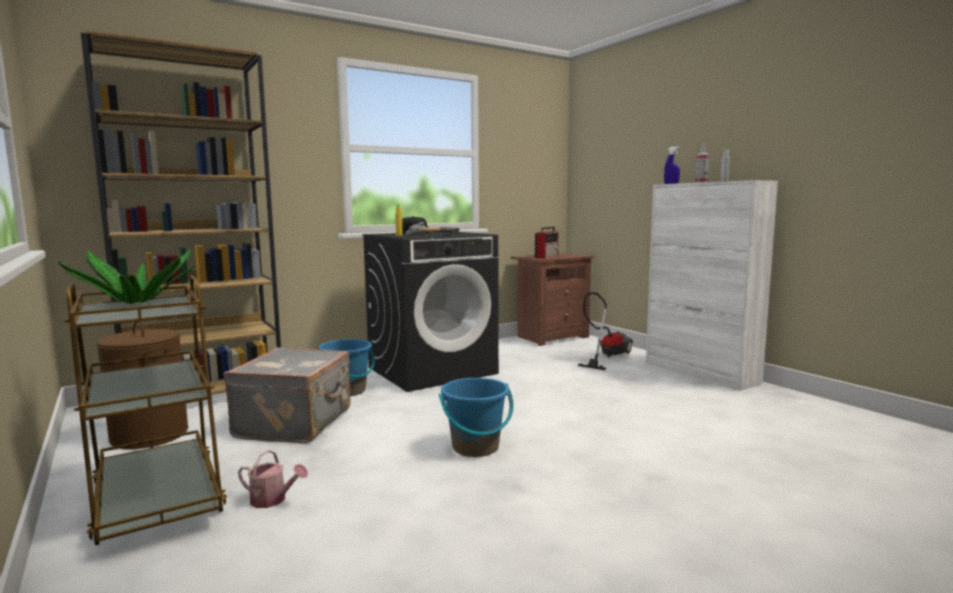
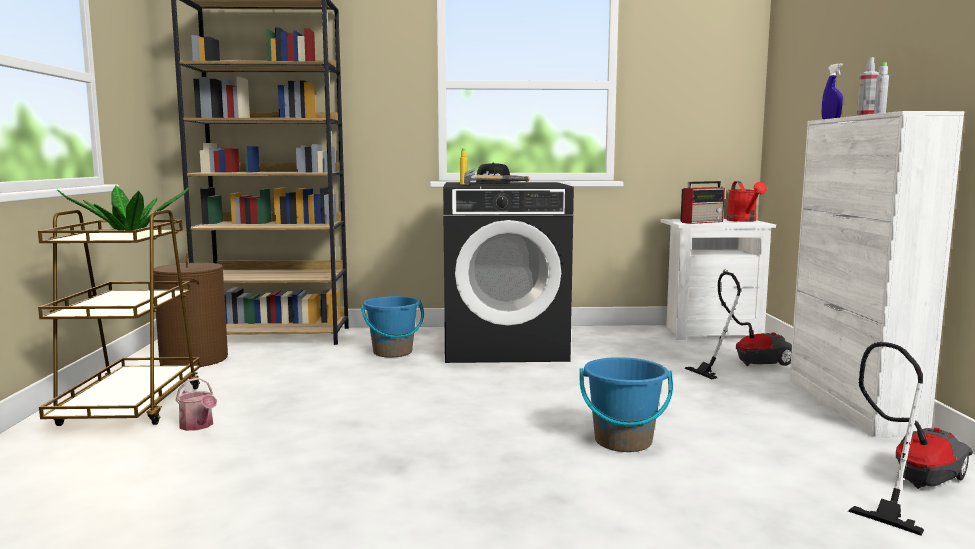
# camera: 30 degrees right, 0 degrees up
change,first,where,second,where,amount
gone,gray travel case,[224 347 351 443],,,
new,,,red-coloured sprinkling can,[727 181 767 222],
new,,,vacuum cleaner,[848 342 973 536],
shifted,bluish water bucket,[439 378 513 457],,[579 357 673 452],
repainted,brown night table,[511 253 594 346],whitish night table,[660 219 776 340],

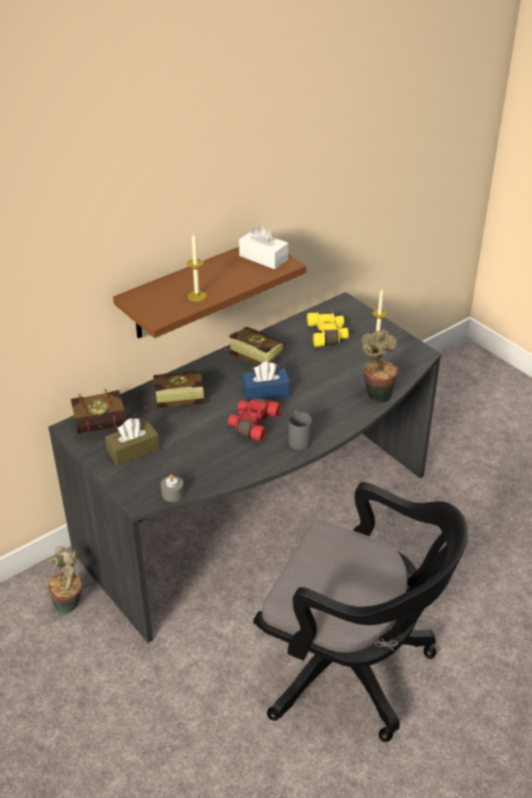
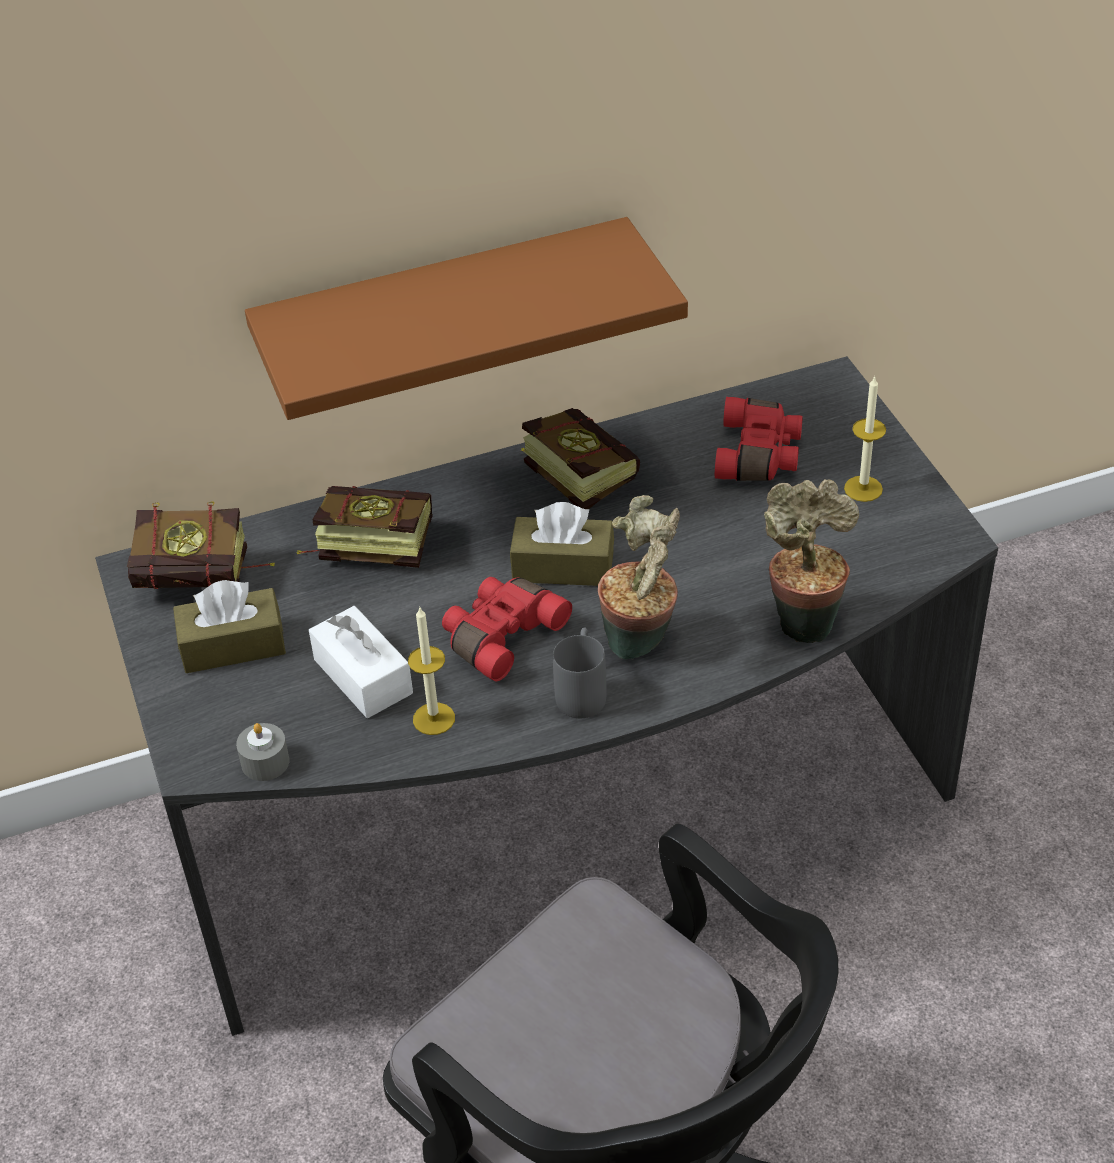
# camera: 20 degrees right, 5 degrees up
change,first,where,second,where,amount
shifted,plant in a pot,[47 546 82 614],,[598 495 680 659],
shifted,wax candle,[187 234 207 302],,[408 608 455 735],
shifted,whitish tissue holder,[239 225 288 269],,[309 606 413 718],
repainted,bluish tissue holder,[242 361 290 402],brown tissue holder,[510 502 614 586],
repainted,yellowish field glasses,[307 312 349 347],red-coloured field glasses,[715 397 803 481],

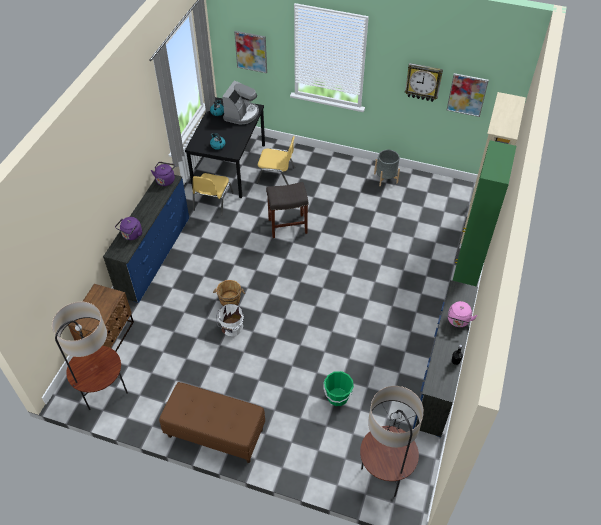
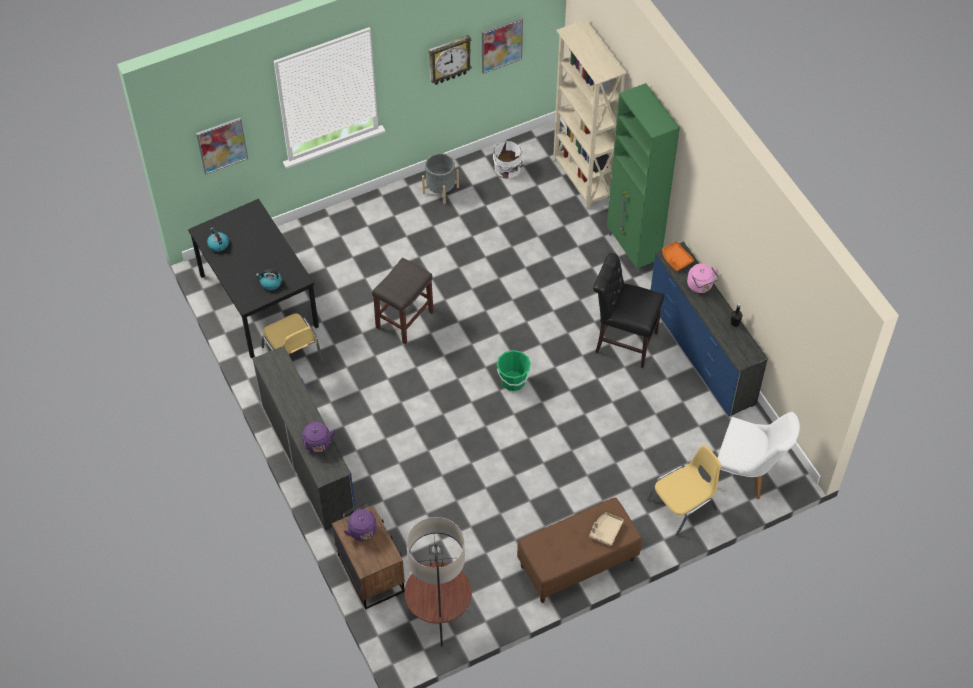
# camera: 45 degrees left, 5 degrees up
change,first,where,second,where,amount
gone,brown water bucket,[213 280 245 306],,,
gone,coffee machine,[222 80 259 124],,,
new,,,beige-coloured serving tray,[589 512 624 546],
new,,,black plain chair,[593 253 664 368],
new,,,orange-coloured serving tray,[662 241 694 271],
shifted,purplish water kettle,[151 162 176 186],,[343 503 377 541],
shifted,whitish water bucket,[216 304 244 336],,[493 141 524 178],
shifted,yellowish plain chair,[257 136 295 185],,[647 445 721 536],
shifted,green water bucket,[323 371 354 406],,[497 350 532 391],
swapped,standard lamp,[360 386 424 497],whitish plain chair,[718 412 800 499],

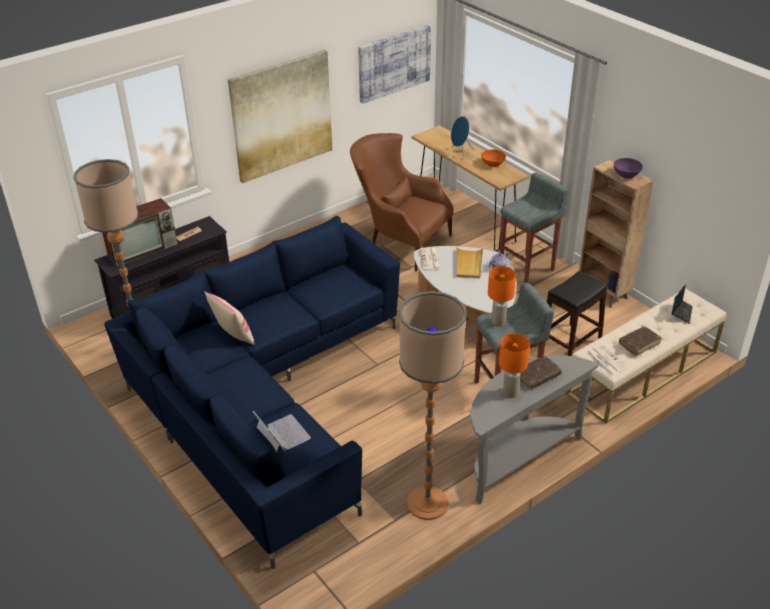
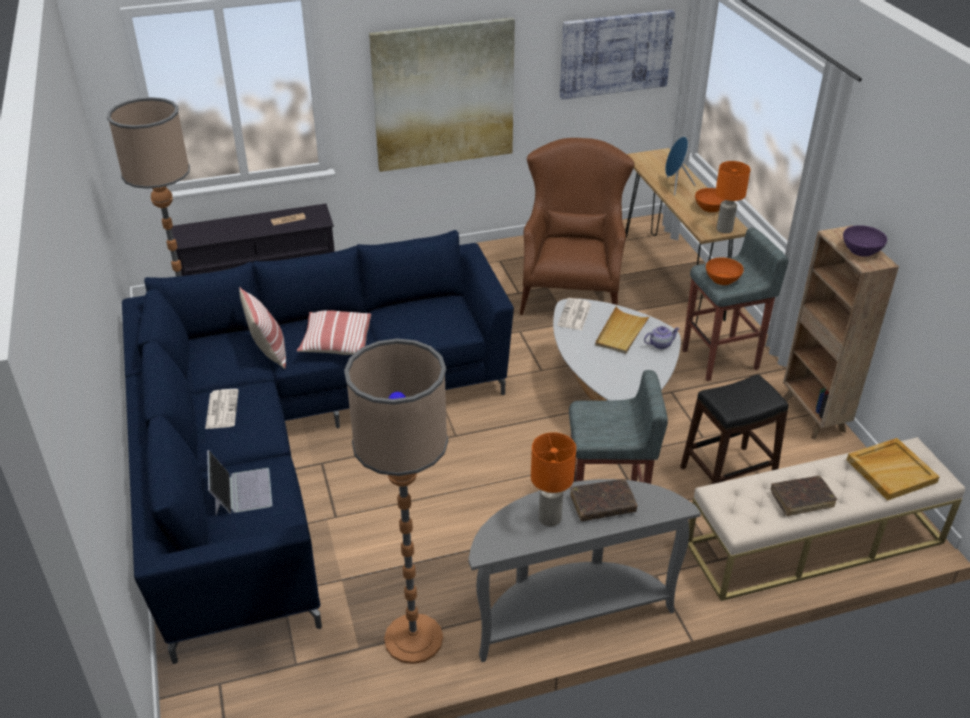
# camera: 20 degrees right, 0 degrees up
change,first,where,second,where,amount
gone,television,[102 198 177 266],,,
new,,,throw pillow,[297 310 371 355],
new,,,orange-coloured serving bowl,[706 257 744 285],
shifted,orange-coloured lamp for a table,[488 266 516 326],,[715 161 751 233],
shifted,printed paper,[586 345 628 376],,[205 389 239 429],
swapped,laptop,[672 284 693 323],beige-coloured serving tray,[847 438 939 501],
rotated,brown lounge chair,[350 133 453 271],,[520 138 635 315],45 degrees clockwise

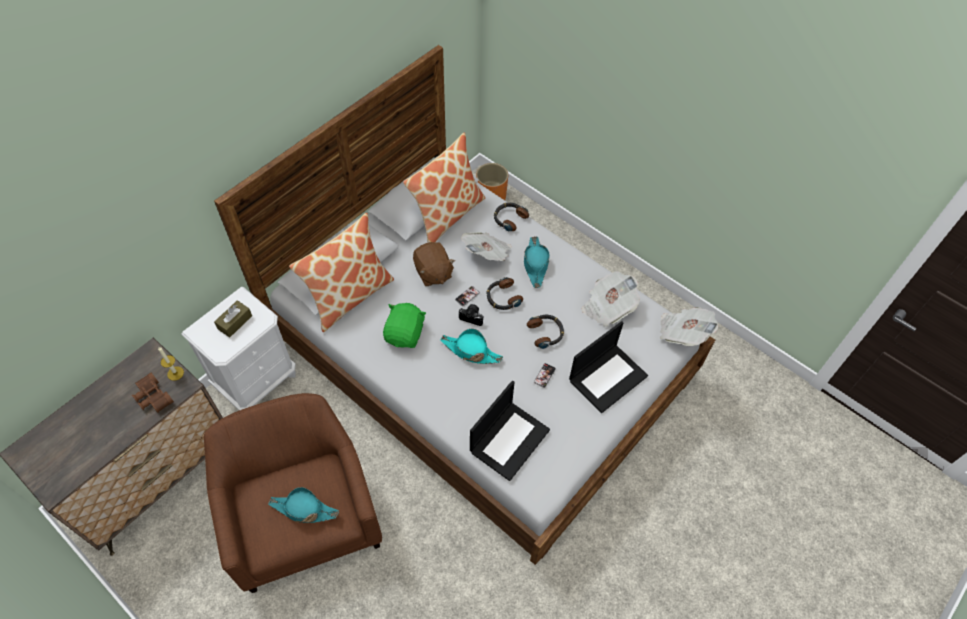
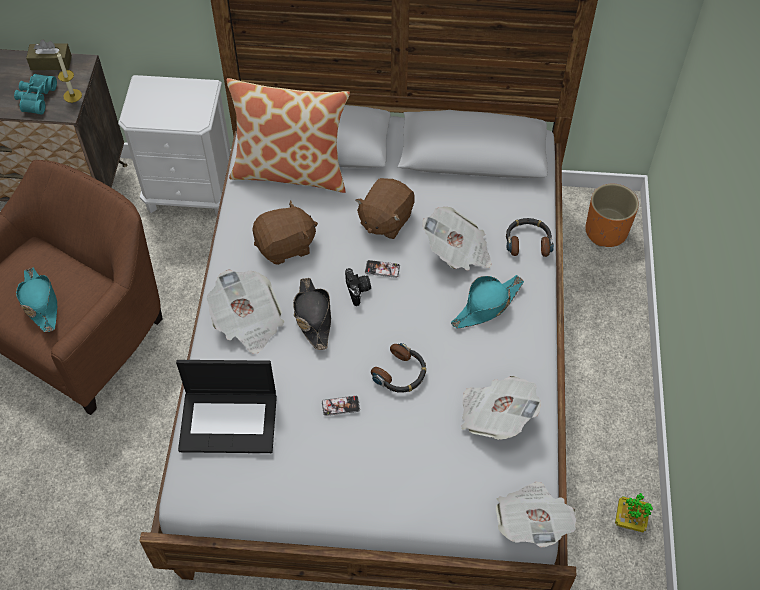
# camera: 55 degrees right, 0 degrees up
change,first,where,second,where,amount
gone,throw pillow,[403 132 485 243],,,
gone,pair of headphones,[487 277 523 310],,,
gone,laptop,[569 321 648 413],,,
new,,,printed paper,[207 269 284 354],
new,,,plant in a pot,[615 493 653 532],
shifted,brown tissue holder,[214 300 252 337],,[26 39 72 70],
repainted,brown field glasses,[132 373 174 413],turquoise-coloured field glasses,[14 74 57 115],
repainted,green plush toy,[383 303 426 348],brown plush toy,[252 200 318 265],
repainted,turquoise-coloured wearable hat,[440 329 503 364],black wearable hat,[293 278 331 350],

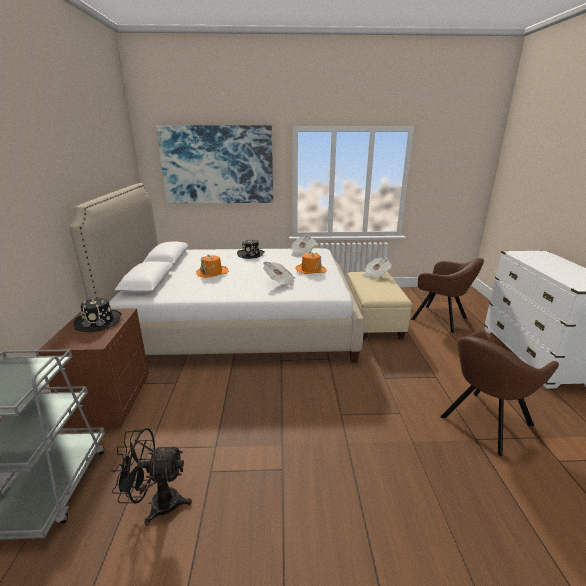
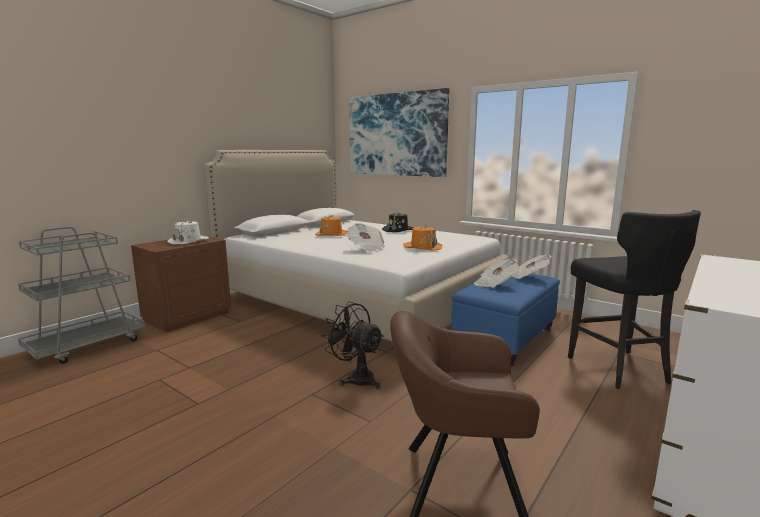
# camera: 40 degrees right, 10 degrees down
change,first,where,second,where,amount
shifted,black electric fan,[111 428 192 526],,[321 302 384 389],
shifted,printed paper,[291 235 316 257],,[474 259 520 288],
swapped,brown lounge chair,[411 258 484 333],black stool seat,[568 210 701 389],
repainted,black wearable hat,[73 298 122 332],whitish wearable hat,[167 219 209 244],
repainted,beige-coloured footrest,[347 272 412 340],bluish footrest,[451 274 560 366],

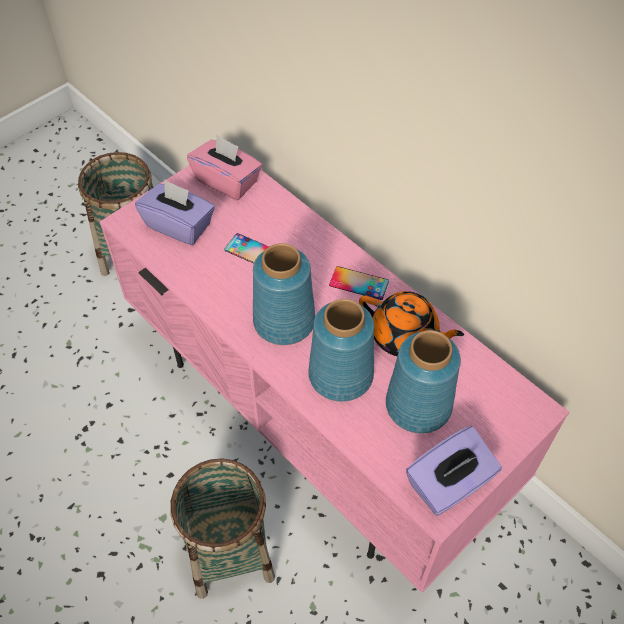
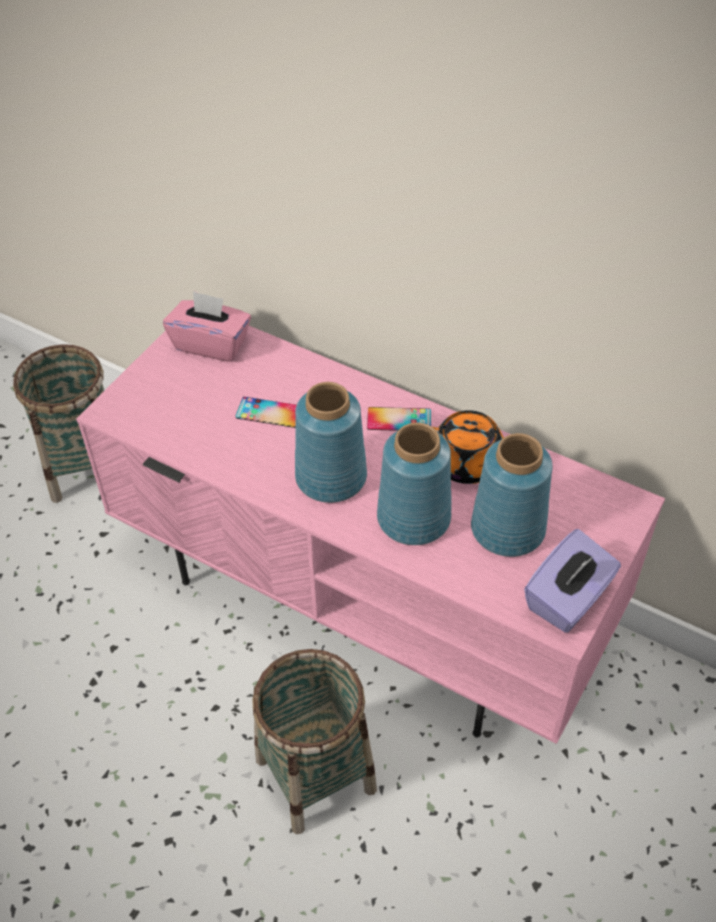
# camera: 15 degrees left, 5 degrees down
change,first,where,second,where,amount
gone,purplish tissue holder,[135 179 215 245],,,

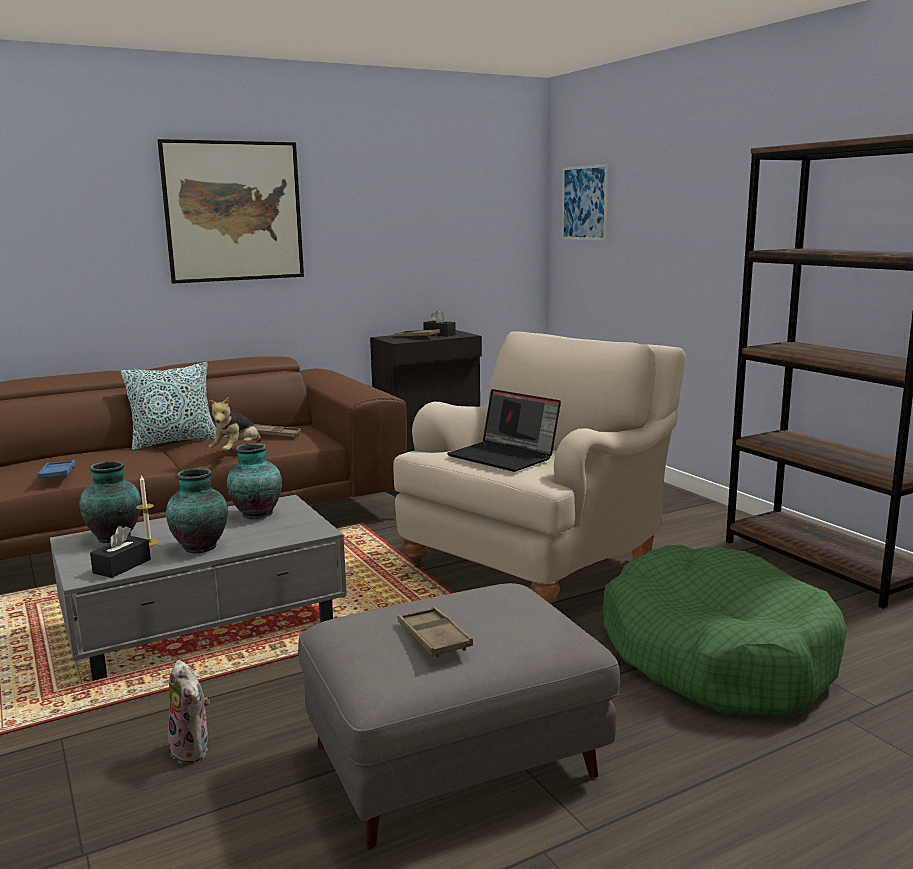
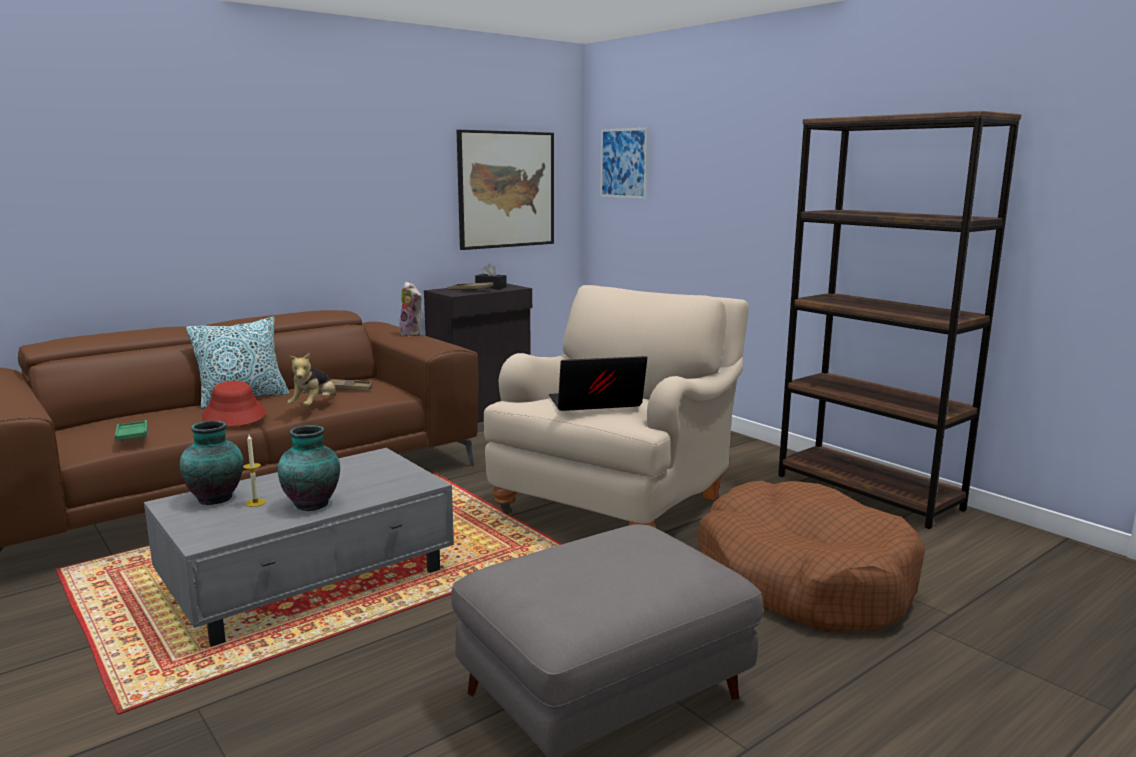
# camera: 10 degrees left, 0 degrees up
change,first,where,second,where,amount
gone,black tissue holder,[90 526 151 578],,,
gone,decorative vase,[227 443 282 519],,,
gone,brown serving tray,[398 607 473 657],,,
new,,,red-coloured wearable hat,[202 381 266 426],
shifted,picture,[158 139 304 284],,[457 130 554 250],
shifted,plush toy,[168 660 210 763],,[399 282 422 336],
repainted,bluish serving tray,[37 460 76 480],green serving tray,[115 420 148 442],
repainted,green dog bed,[603 545 847 716],brown dog bed,[698 481 925 632],
rotated,laptop,[447 389 561 472],,[549 356 647 411],135 degrees clockwise

